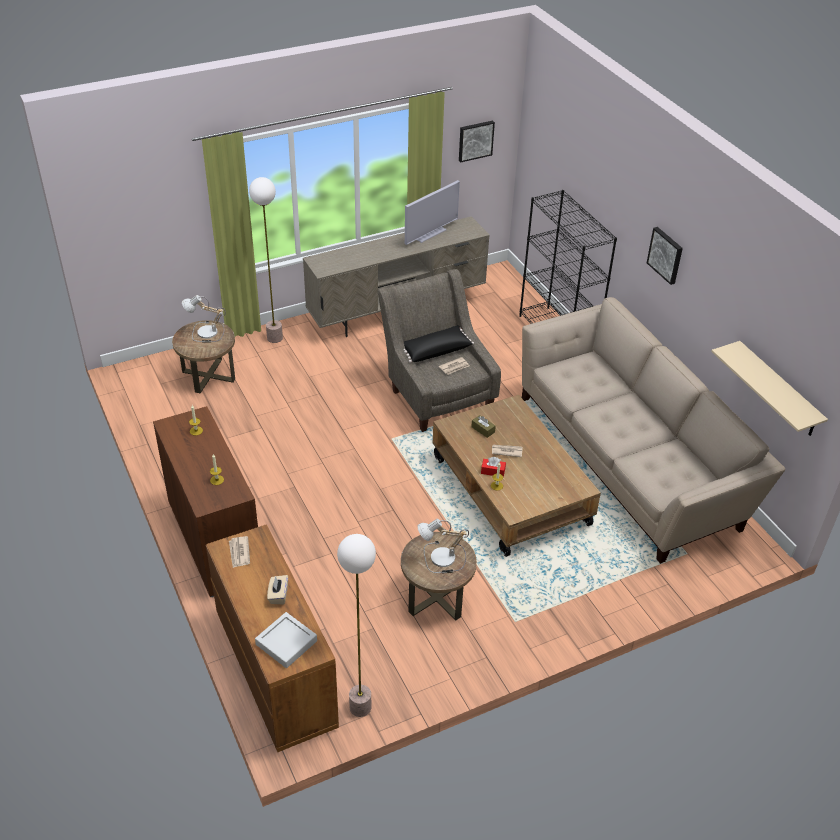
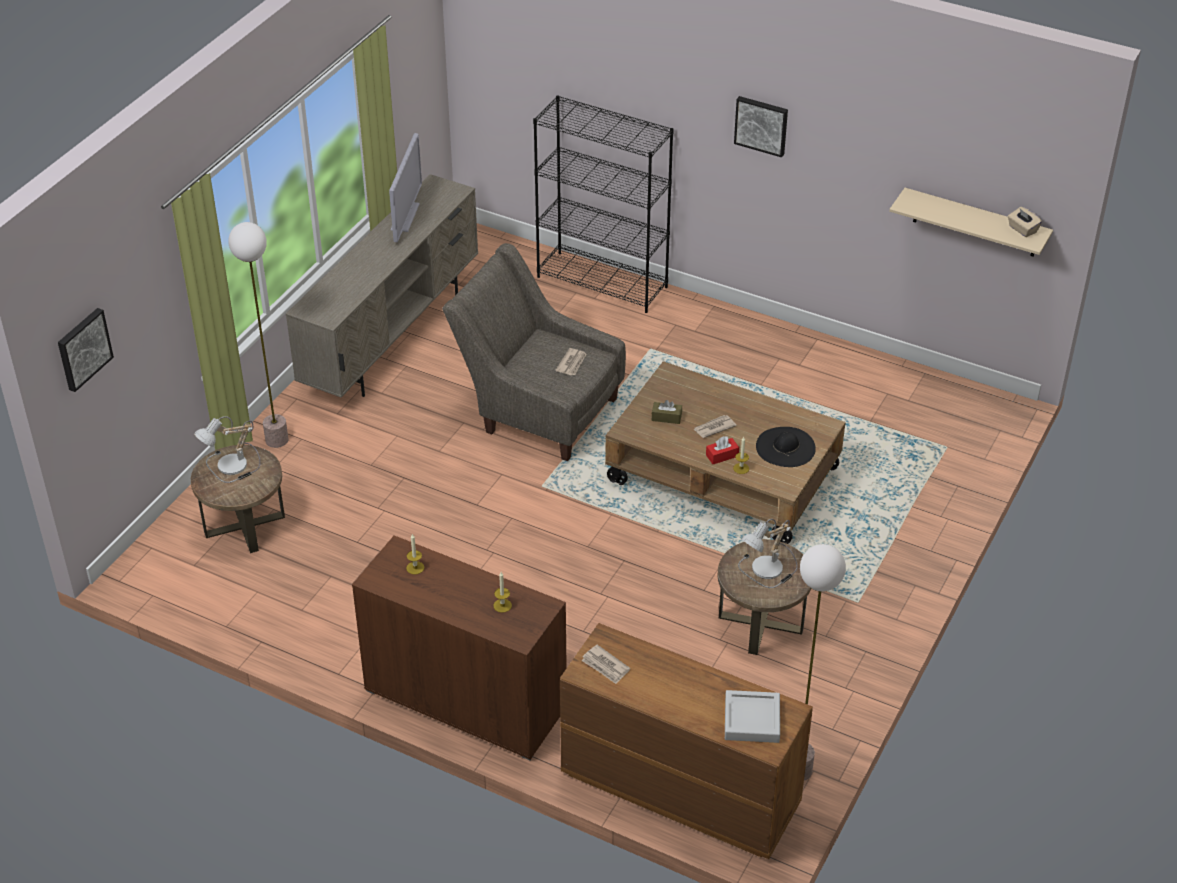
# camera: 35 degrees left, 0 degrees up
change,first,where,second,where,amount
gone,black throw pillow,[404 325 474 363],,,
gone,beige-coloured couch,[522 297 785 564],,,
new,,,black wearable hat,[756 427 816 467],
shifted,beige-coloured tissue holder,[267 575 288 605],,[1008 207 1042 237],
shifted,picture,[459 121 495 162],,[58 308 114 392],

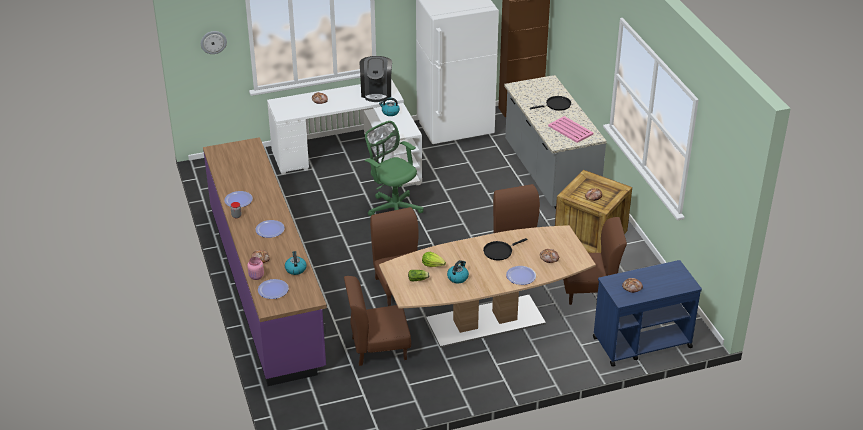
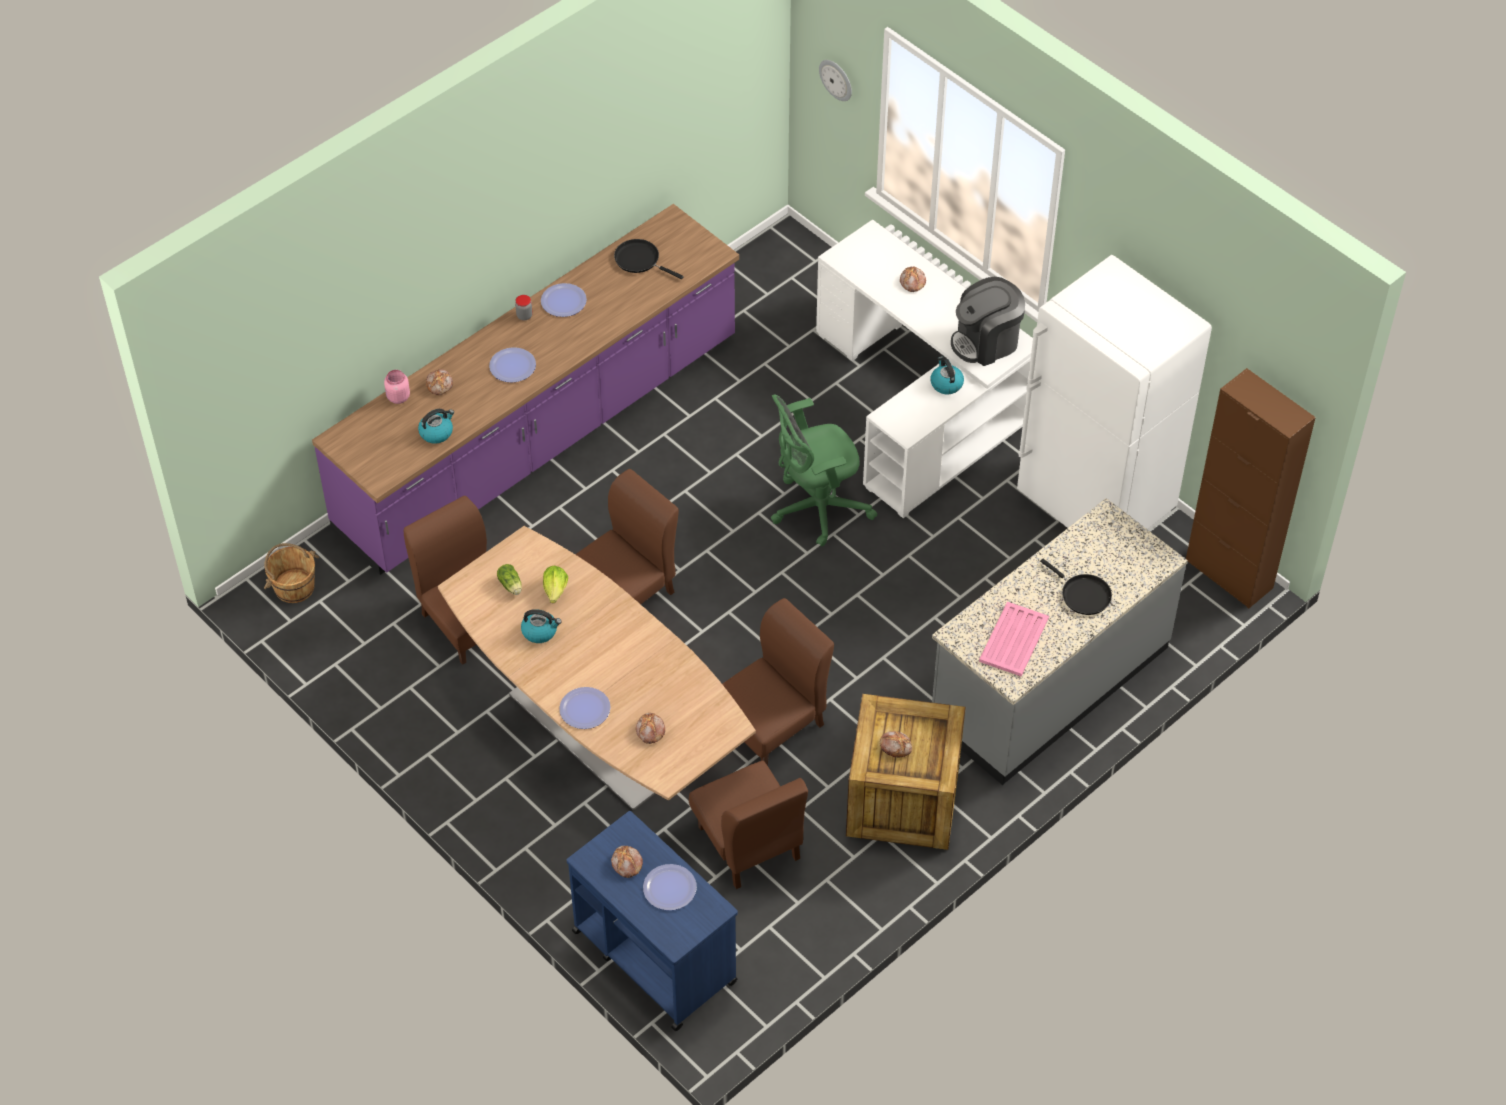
# camera: 65 degrees right, 15 degrees up
change,first,where,second,where,amount
new,,,brown water bucket,[264 543 319 603],
shifted,dinner plate,[258 279 289 299],,[643 864 697 910],
shifted,black pan,[483 238 528 260],,[614 239 684 279],
rotated,green office chair,[365 121 424 216],,[771 394 878 547],135 degrees counterclockwise

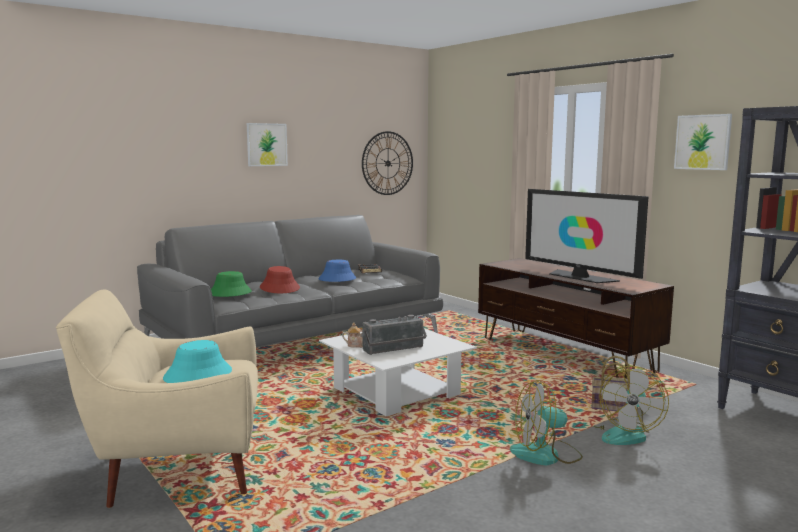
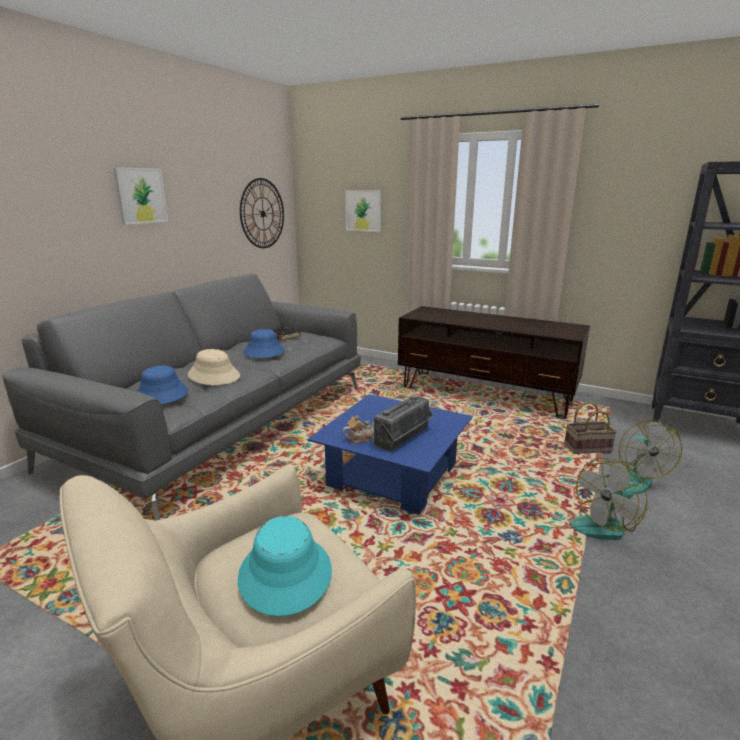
# camera: 25 degrees left, 10 degrees up
change,first,where,second,where,amount
gone,television,[525 189 649 283],,,
shifted,picture,[674 114 732 170],,[345 190 381 232],
repainted,green wearable hat,[211 271 252 297],bluish wearable hat,[137 366 189 404],
repainted,red-coloured wearable hat,[260 266 300 293],beige-coloured wearable hat,[188 349 240 385],
repainted,whitish low table,[319 329 477 416],bluish low table,[308 394 473 515],

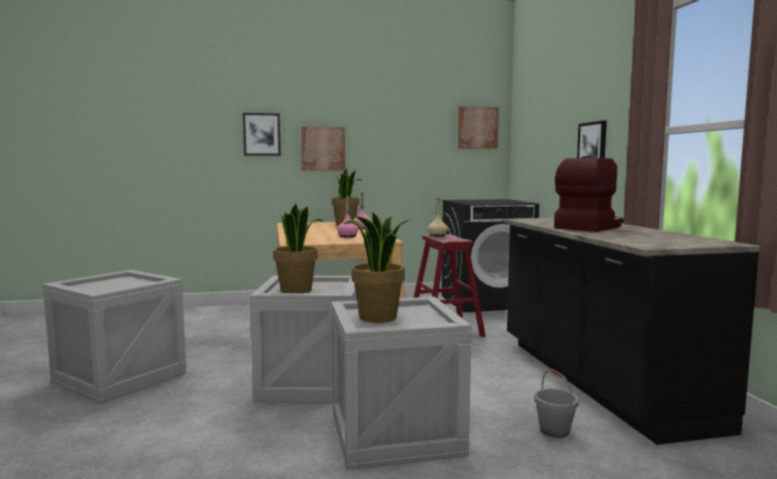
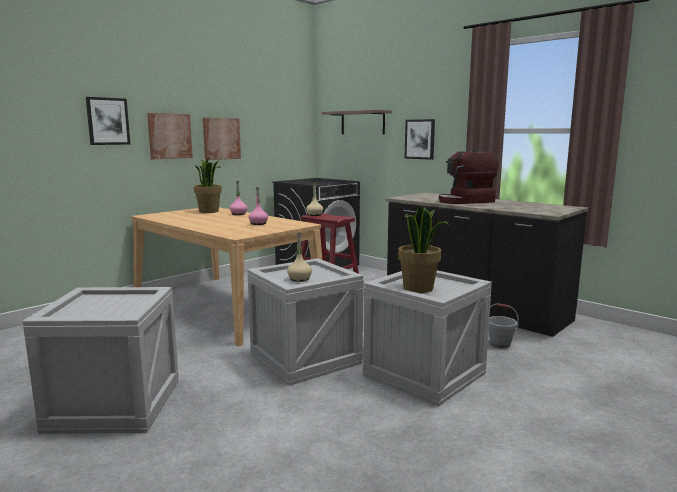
# camera: 35 degrees left, 5 degrees up
change,first,where,second,where,amount
new,,,shelf,[321 110 392 134],
shifted,picture,[458 106 499 149],,[203 118 241 160],
swapped,plant in a pot,[273 204 324 293],beige-coloured beverage bottle,[287 233 312 282],
rotated,coffee machine,[554 156 623 232],,[439 150 499 204],120 degrees counterclockwise

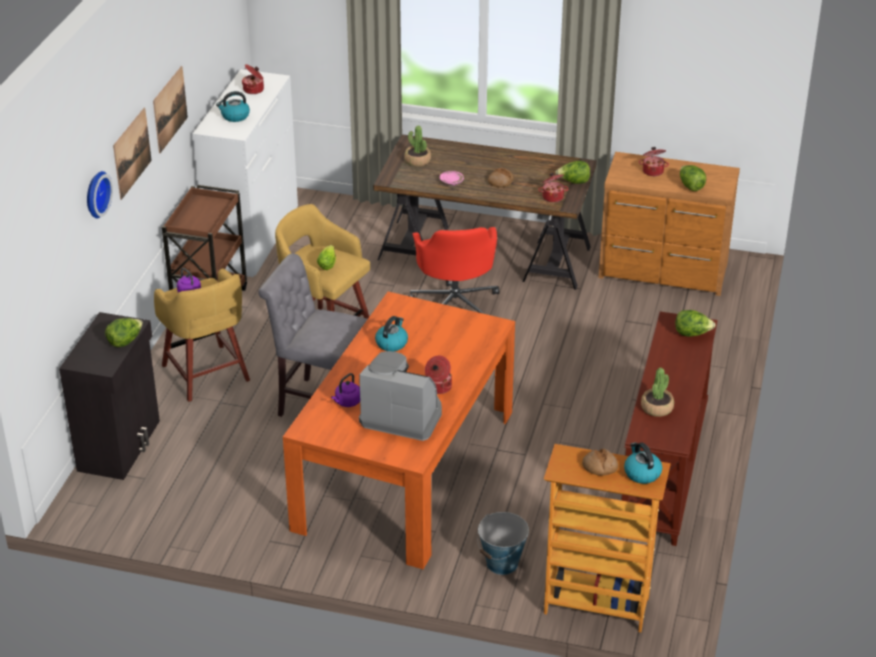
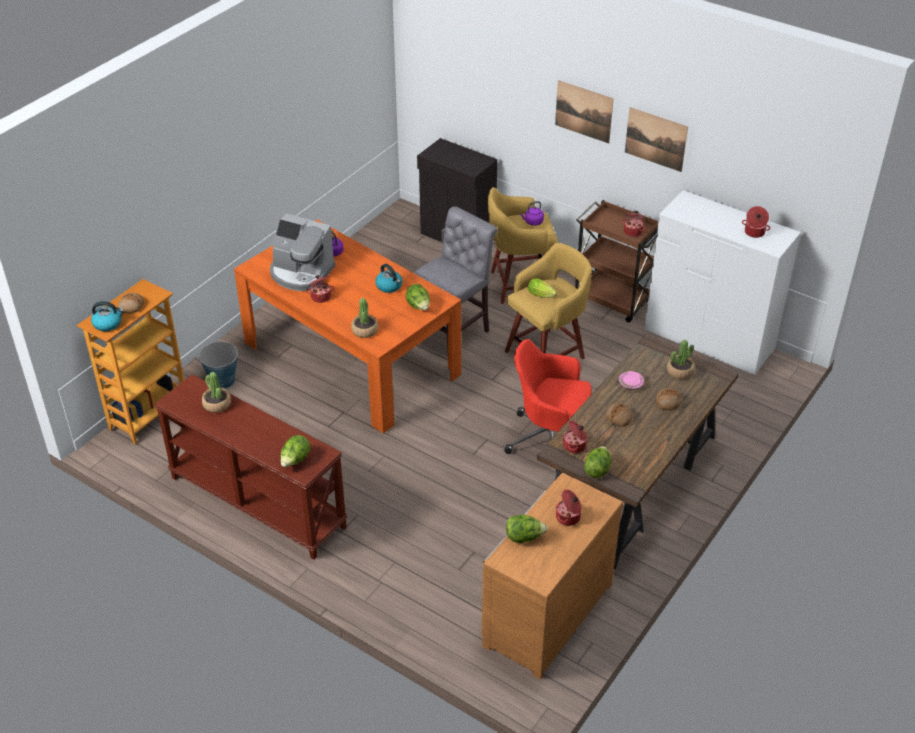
# camera: 110 degrees right, 5 degrees up
change,first,where,second,where,amount
gone,wall clock,[87 171 113 218],,,
gone,water kettle,[216 91 250 122],,,
new,,,plant in a pot,[351 298 378 338],
new,,,saucepot,[622 211 646 237],
new,,,bakery bread,[656 388 681 410],
shifted,head of lettuce,[105 318 143 347],,[406 284 430 310],
rotated,coffee machine,[359 351 442 441],,[270 214 335 291],75 degrees clockwise

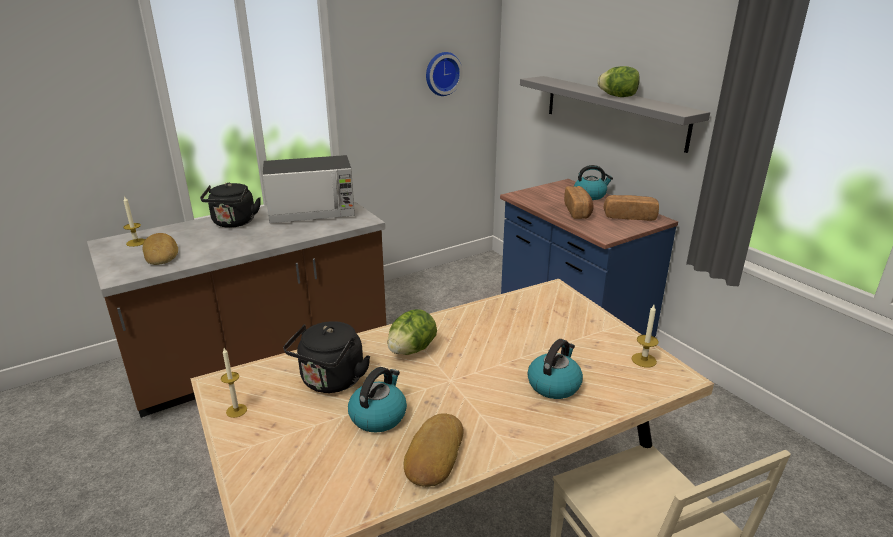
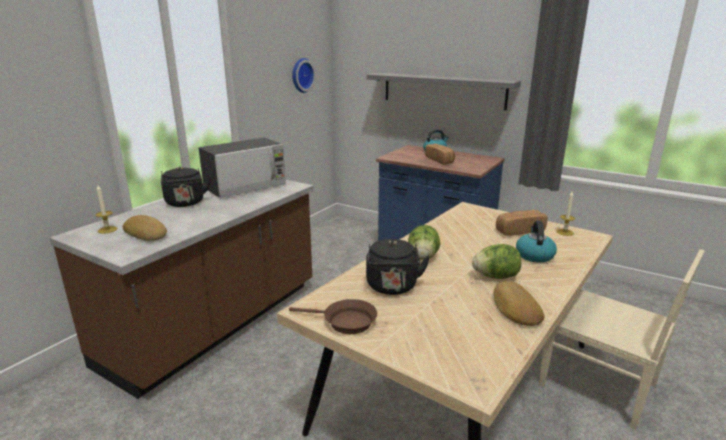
# camera: 25 degrees left, 5 degrees down
change,first,where,second,where,amount
gone,water kettle,[348 367 407 433],,,
shifted,head of lettuce,[597 66 640 97],,[472 244 521 279],
shifted,bakery bread,[604 195 659 221],,[496 210 547 236],
swapped,wax candle,[221 348 247 418],brown pan,[289 299 377 334],

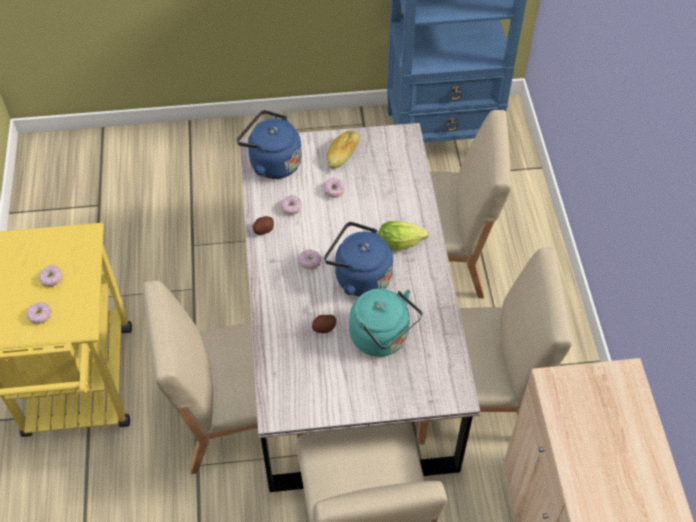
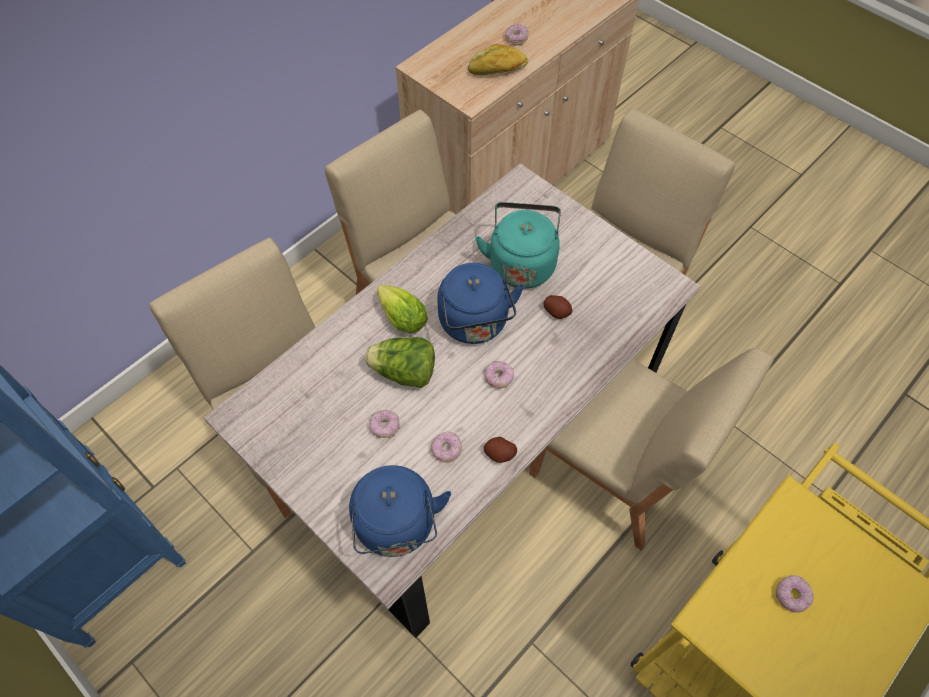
# camera: 130 degrees left, 5 degrees up
change,first,where,second,where,amount
new,,,head of lettuce,[365 337 435 388],
shifted,doughnut,[27 302 52 324],,[505 24 529 45],
shifted,bakery bread,[327 130 360 168],,[468 44 528 75],

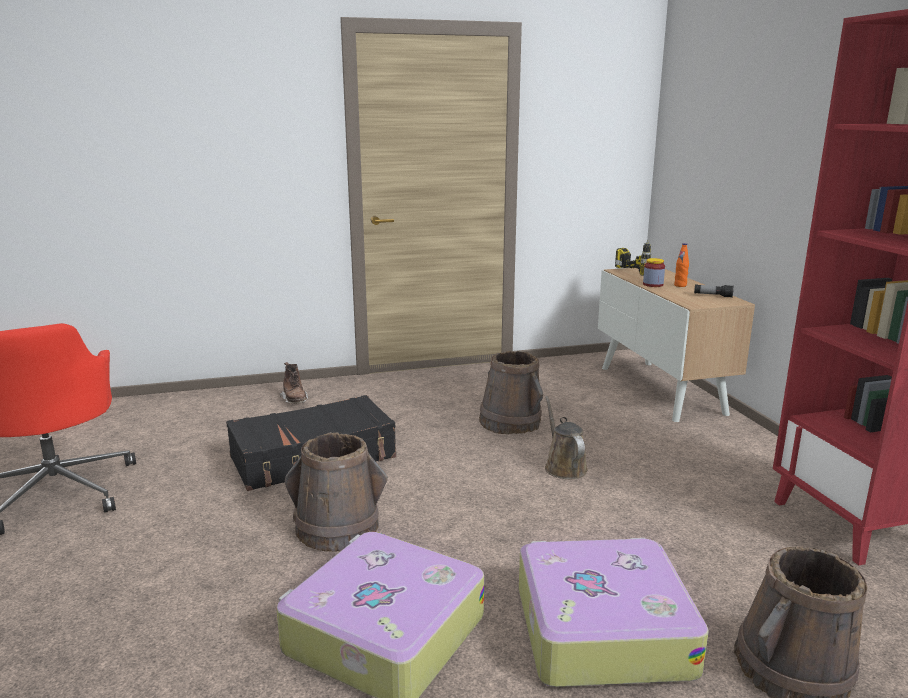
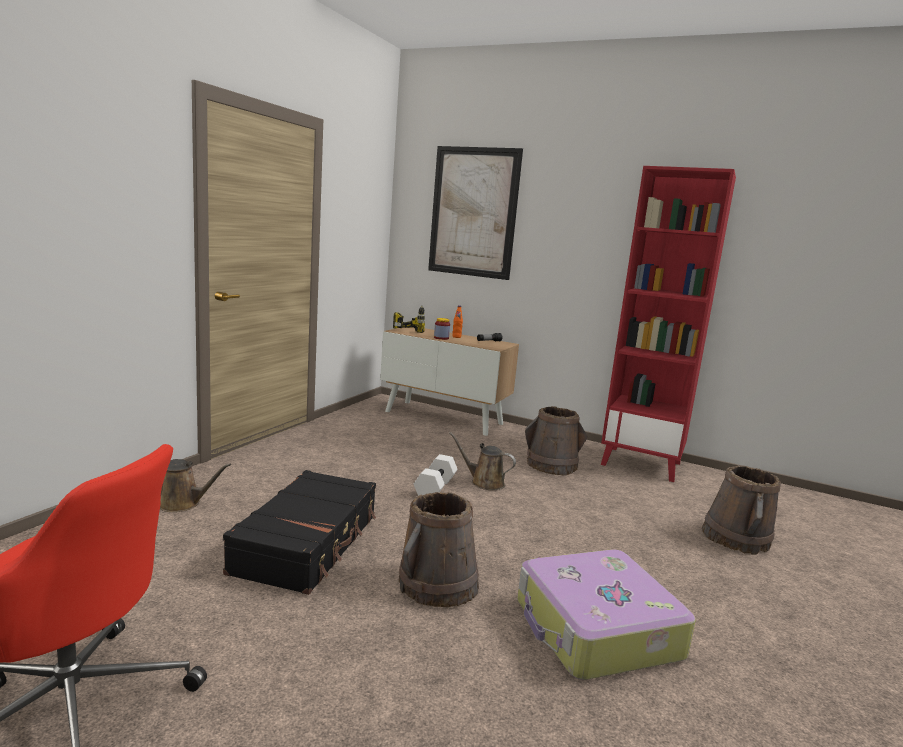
# camera: 50 degrees left, 5 degrees down
change,first,where,second,where,amount
gone,travel case,[519 538 709 687],,,
new,,,whitish dumbbell,[414 454 458 496],
new,,,picture,[428 146 523 280],
shifted,brown water bucket,[479 351 543 434],,[525 406 588 476],
swapped,brown tall boot,[280 362 308 404],brown sprinkling can,[160 459 231 512],

